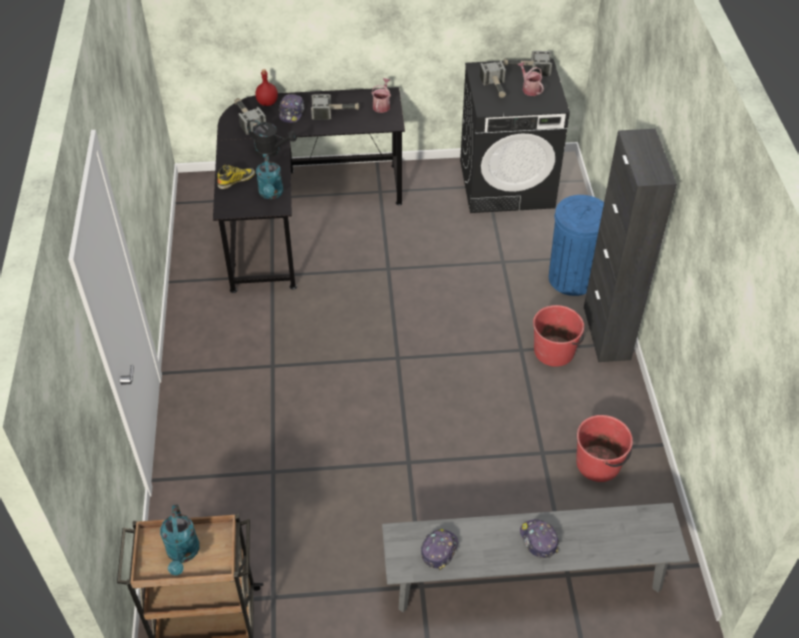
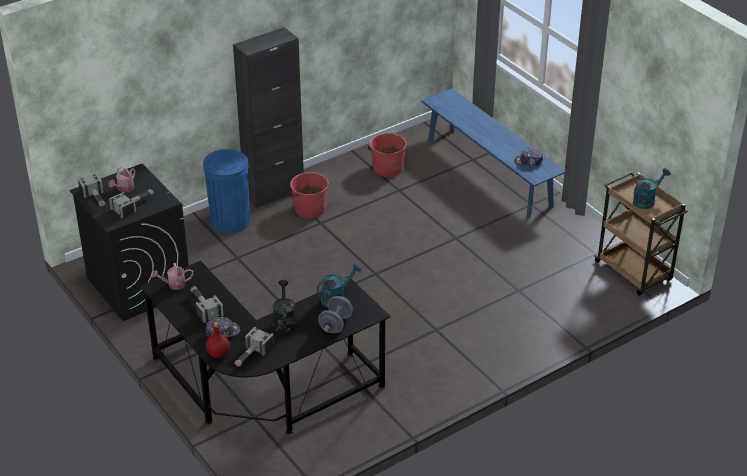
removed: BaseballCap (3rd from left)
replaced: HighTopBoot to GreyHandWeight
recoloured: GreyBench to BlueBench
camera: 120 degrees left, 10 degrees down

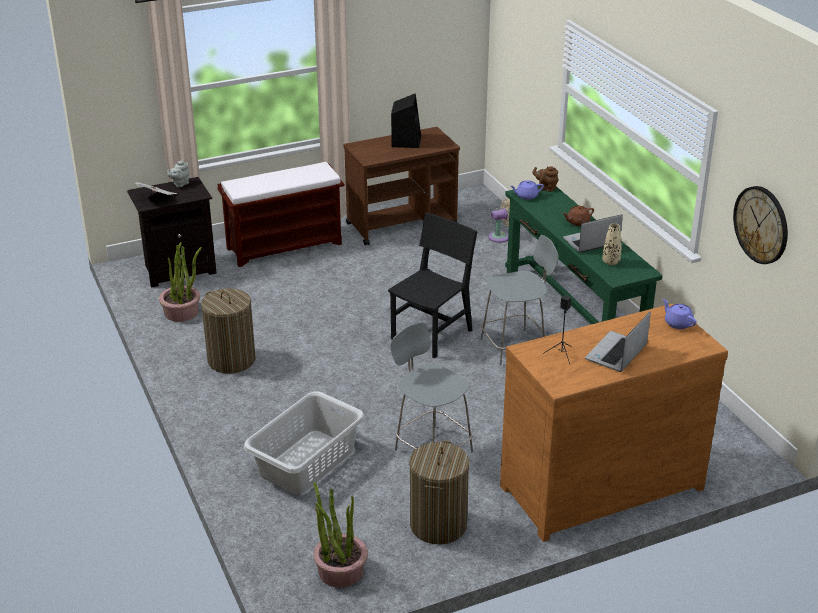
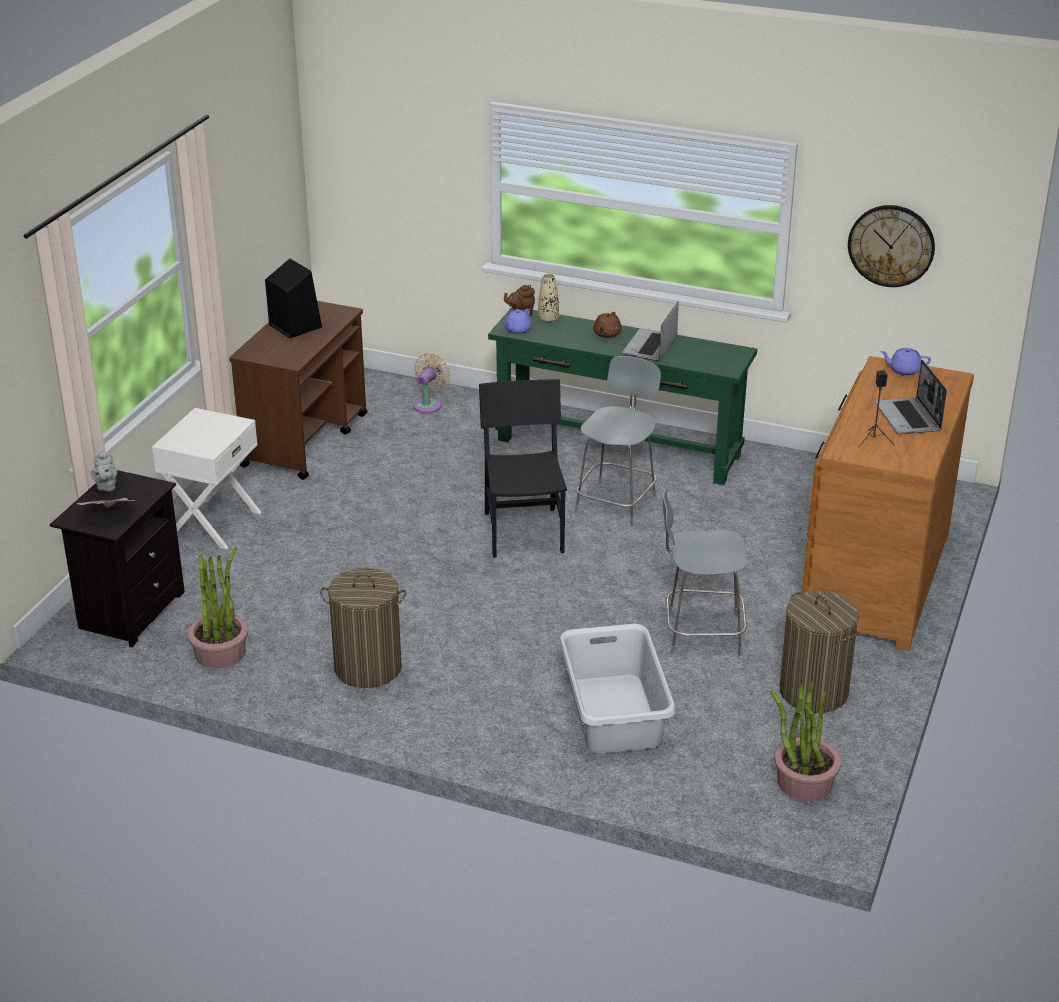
moved: BeigeColouredVase
replaced: BrownBench to WhiteNightstand
camera: 45 degrees left, 0 degrees up

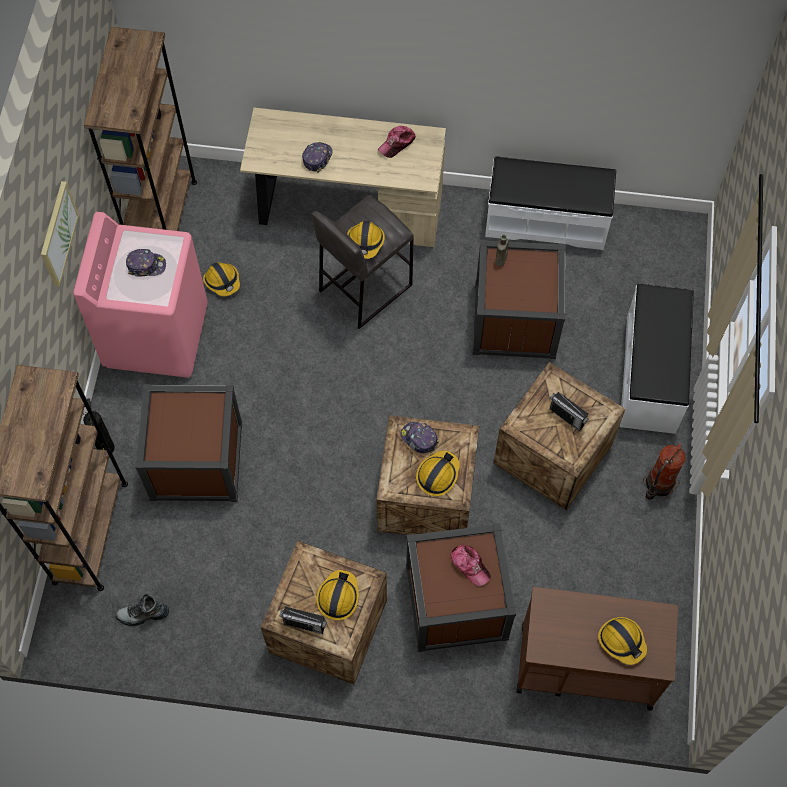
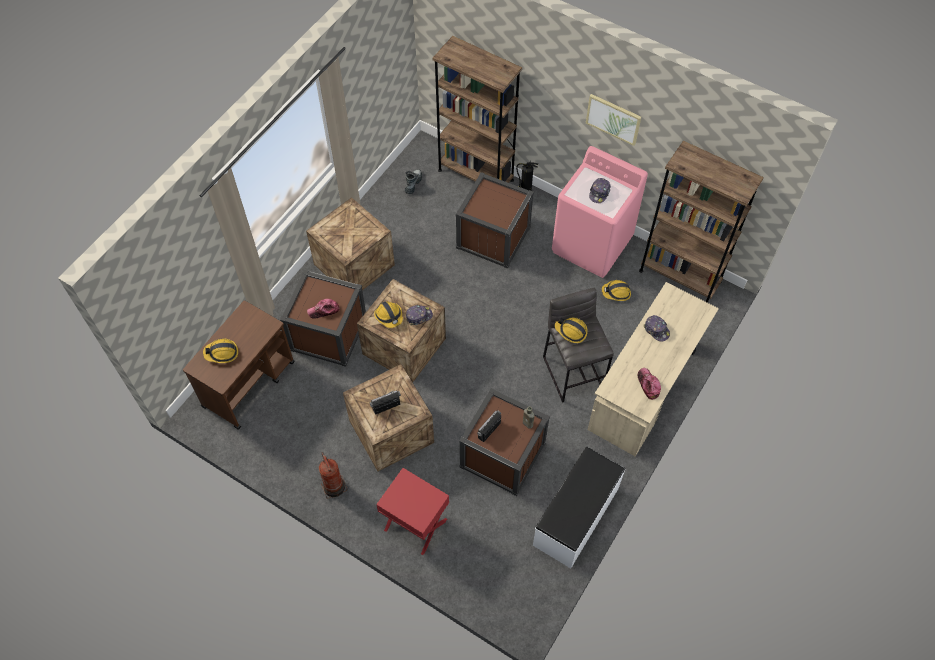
removed: SafetyHelmet (2nd from left)
moved: RadioSet (1st from left in the first image) to RadioSet (2nd from left)
replaced: WhiteBench (2nd from left) to RedNightstand
camera: 115 degrees right, 5 degrees down

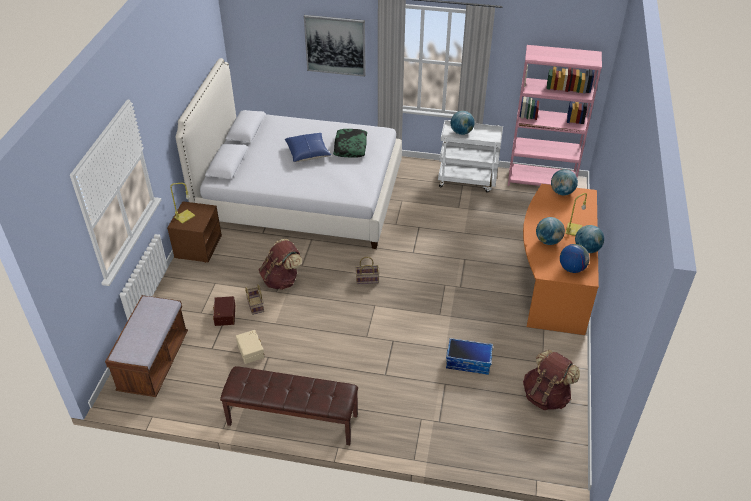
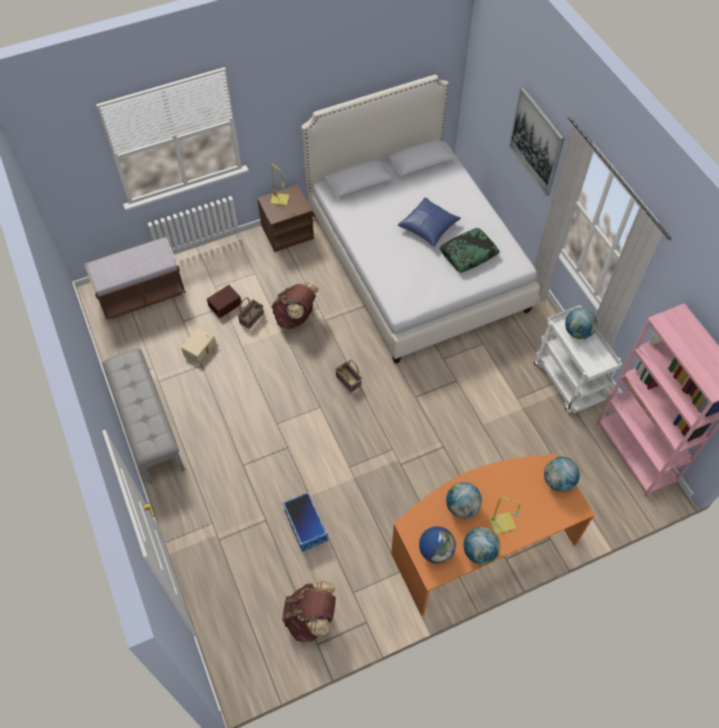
recoloured: BrownBench (2nd from left) to GreyBench
camera: 55 degrees right, 15 degrees up

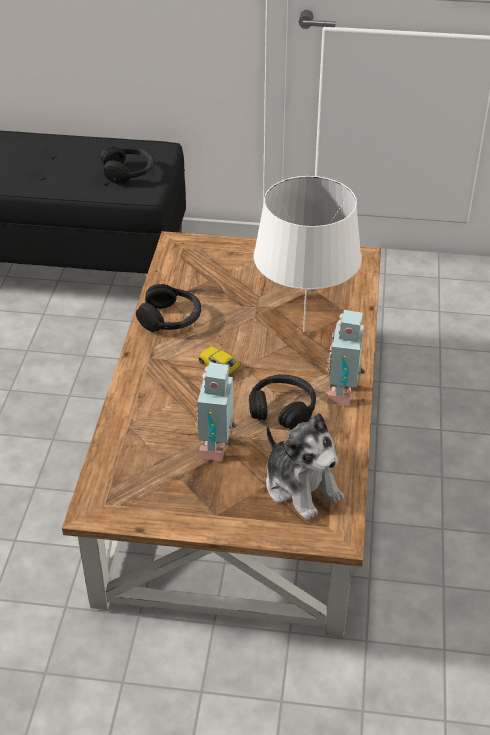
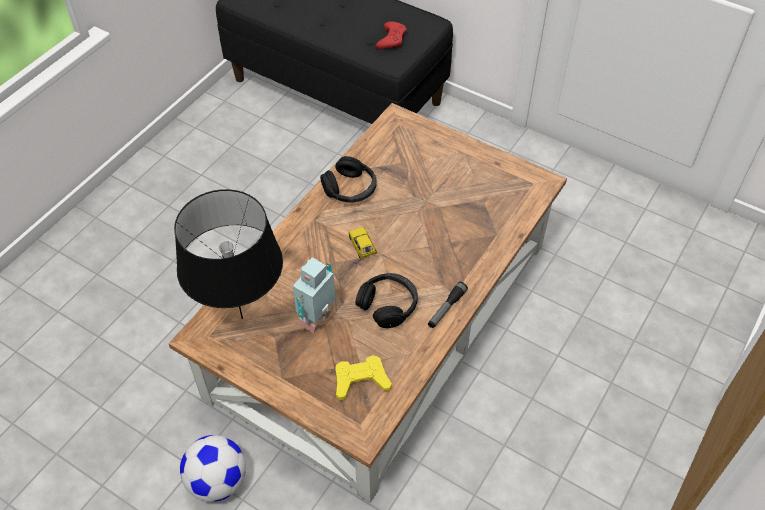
removed: WhiteLampForATable
added: BlackColouredLampForATable; FootballBall
replaced: PlushToy to YellowishGamepad; BlackColouredHeadset (1st from left) to RedGamepad; RobotFigure (2nd from left) to Flashlight
camera: 25 degrees right, 10 degrees up

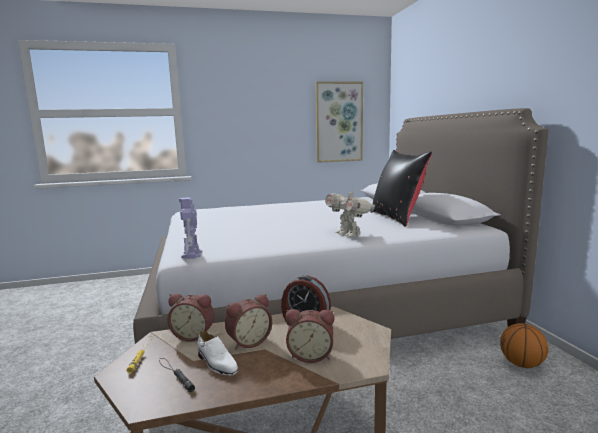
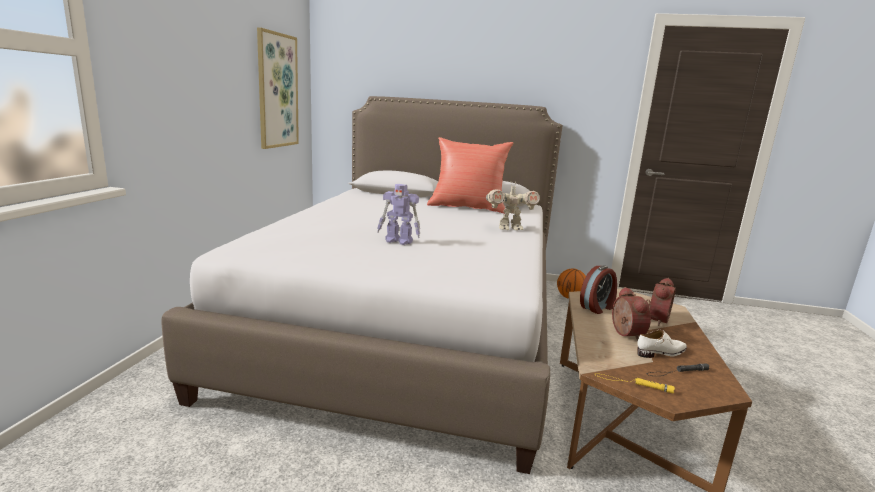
removed: BedsideClock (1st from left)
moved: RobotFigure (1st from left)
recoloured: BlackColouredPillow to RedPillow
camera: 65 degrees left, 5 degrees up

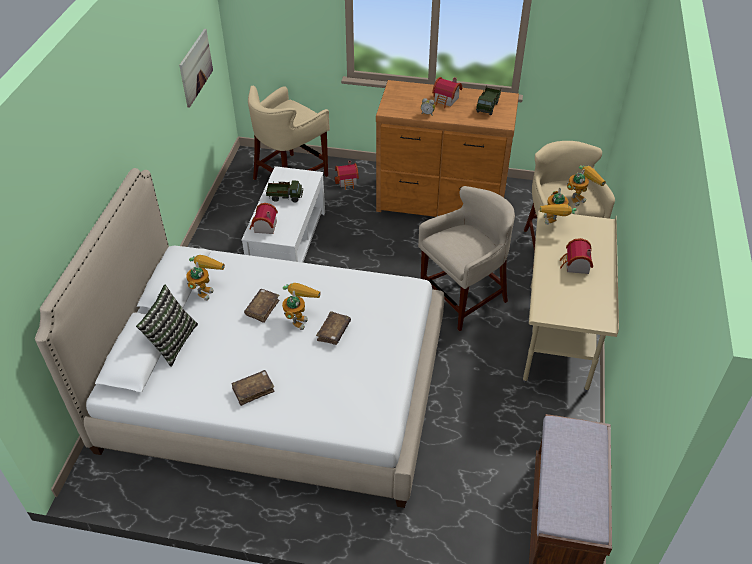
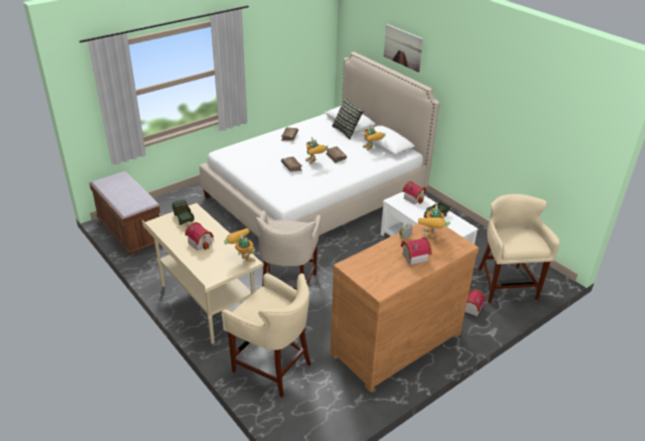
moved: ToyTruck (2nd from left in the first image) to ToyTruck (1st from left); WallArt; RobotFigure (4th from left)
camera: 130 degrees right, 10 degrees down

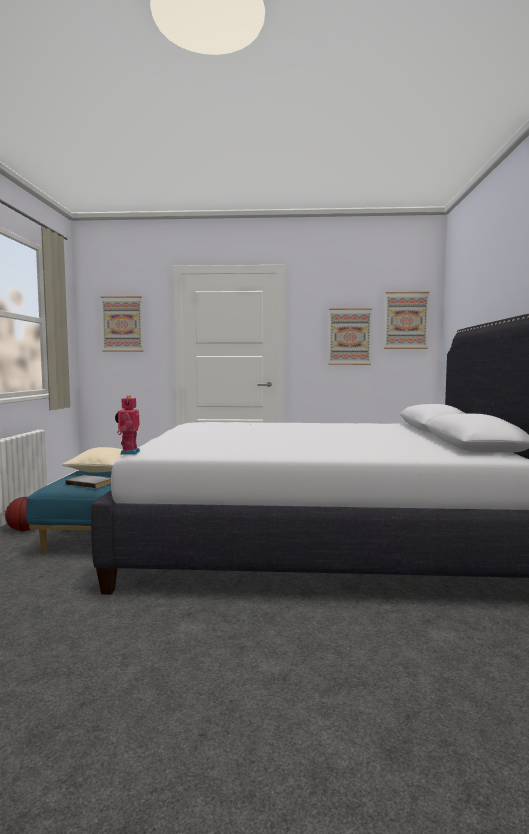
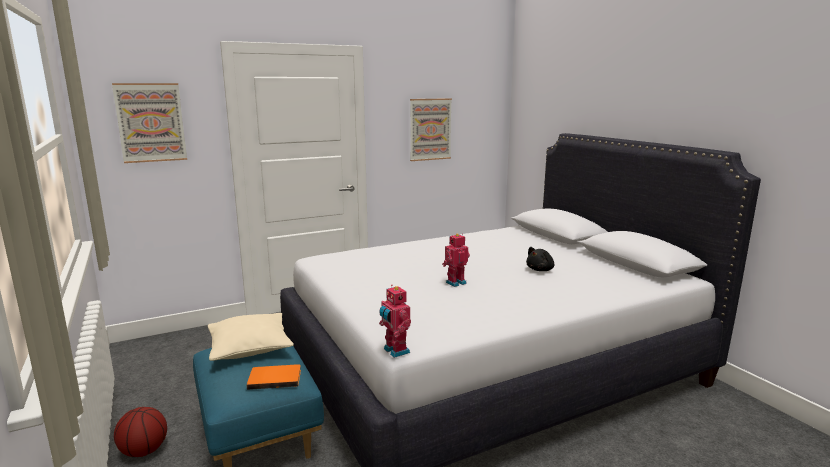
removed: WallArt (3rd from left)
added: RobotFigure (2nd from left); BlackColouredPlushToy
recoloured: GreyBoundBook to OrangeColouredBoundBook
camera: 30 degrees left, 10 degrees up

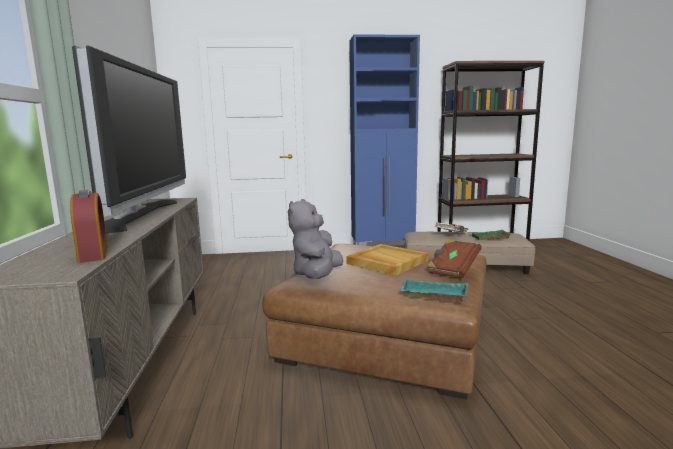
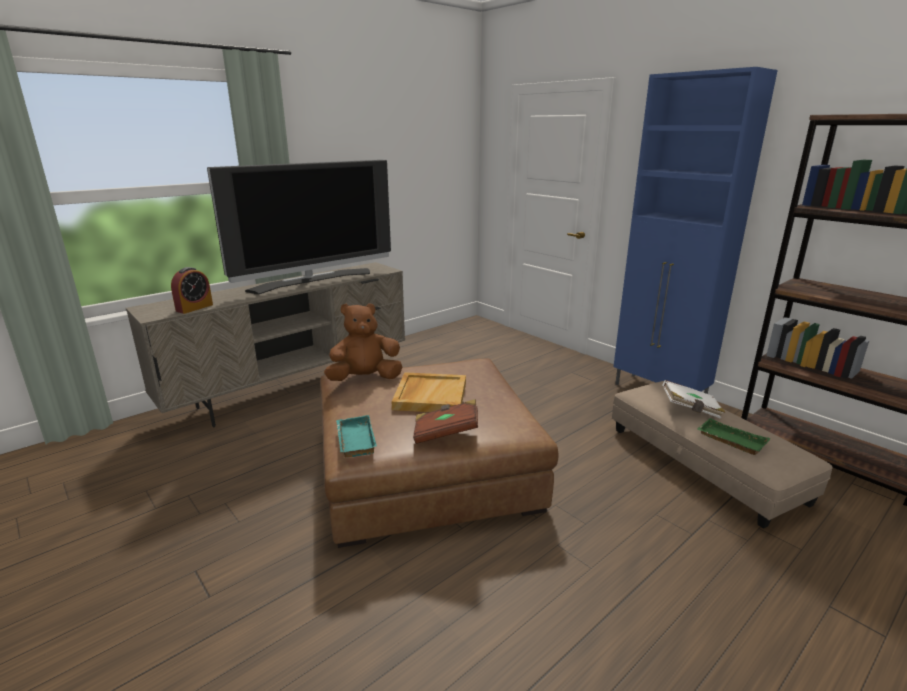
recoloured: GreyPlushToy to BrownPlushToy
camera: 55 degrees right, 10 degrees up

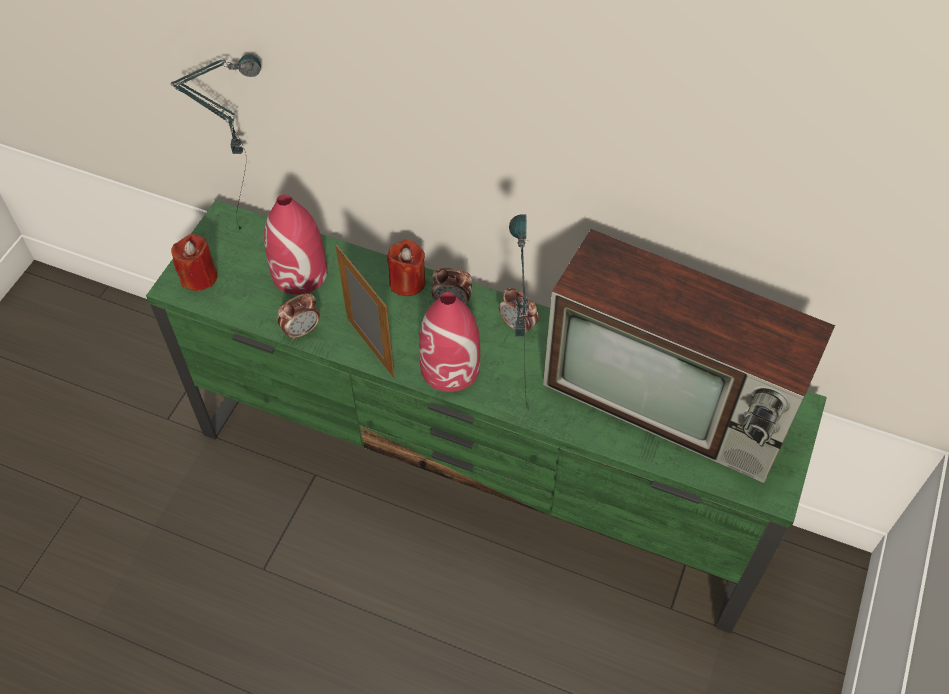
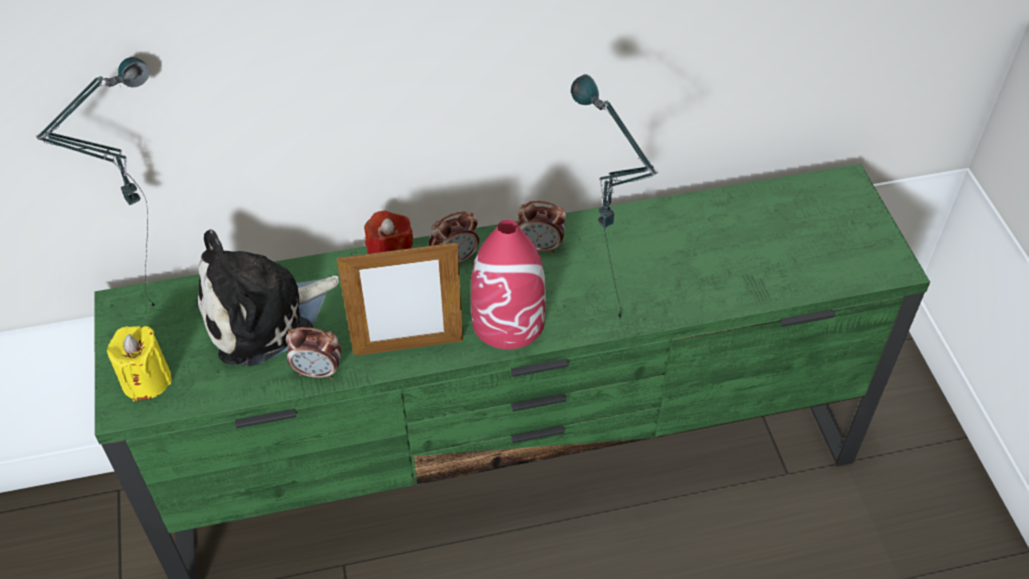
removed: Television
replaced: RedVase (1st from left) to PlushToy
recoloured: RedCandle (1st from left) to YellowishCandle
turned: BedsideClock (1st from left) 75 degrees clockwise; PhotoFrame 150 degrees clockwise
camera: 35 degrees left, 5 degrees down

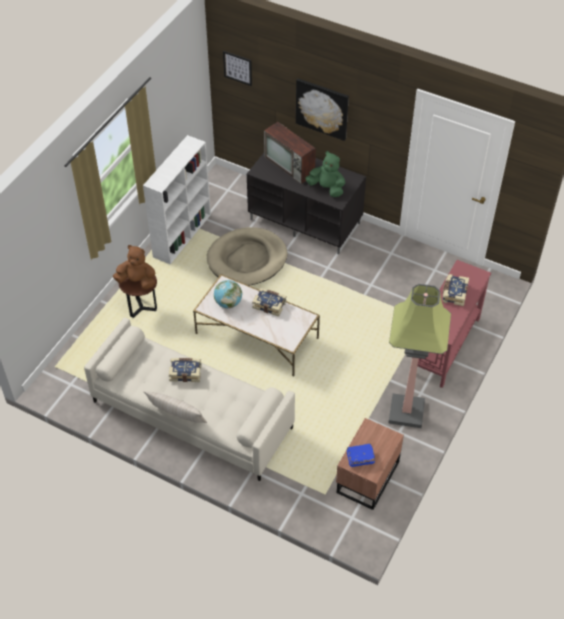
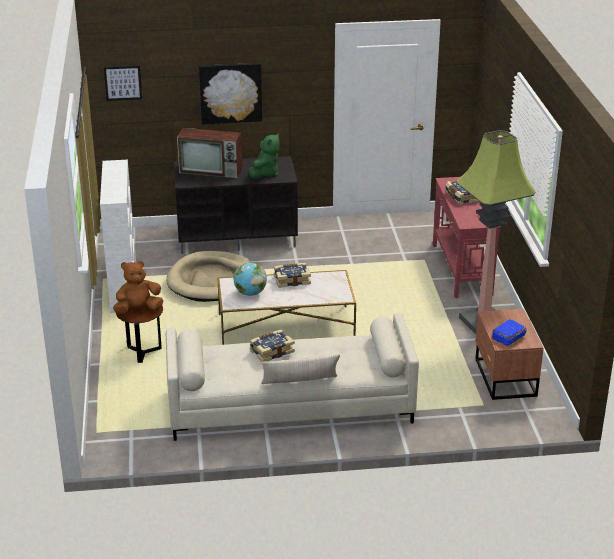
turned: GreenColouredPlushToy 120 degrees clockwise
camera: 35 degrees left, 20 degrees down

